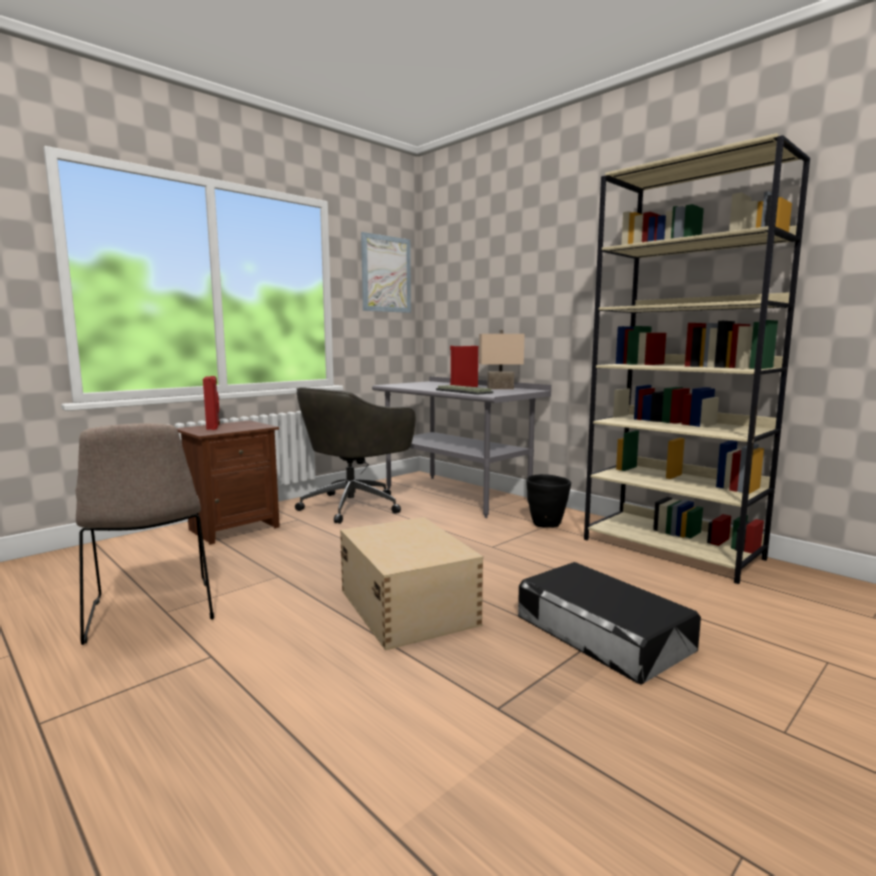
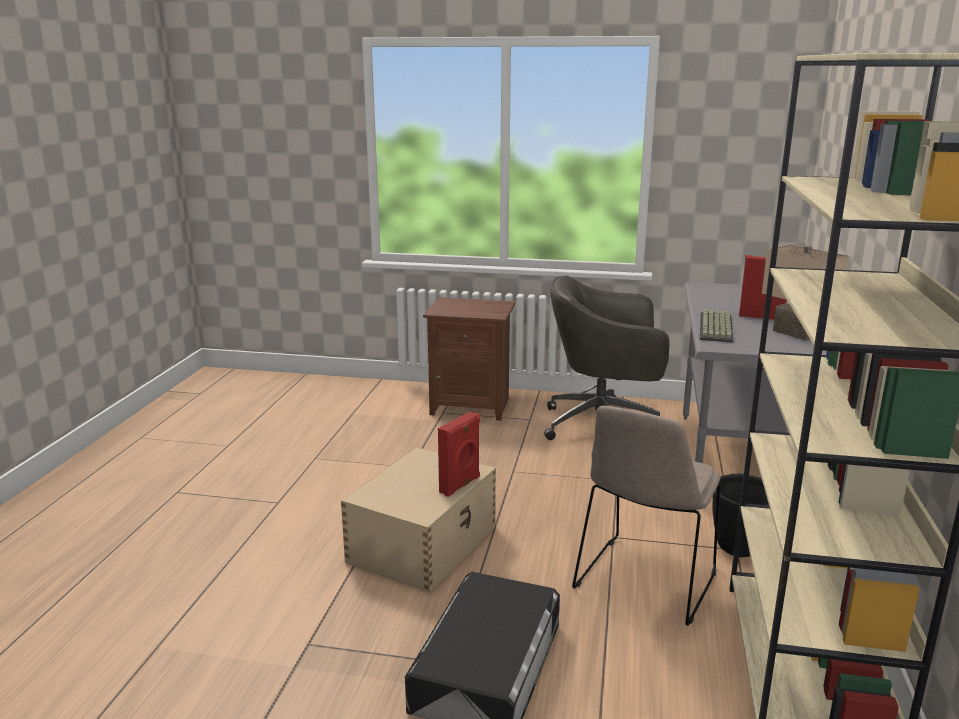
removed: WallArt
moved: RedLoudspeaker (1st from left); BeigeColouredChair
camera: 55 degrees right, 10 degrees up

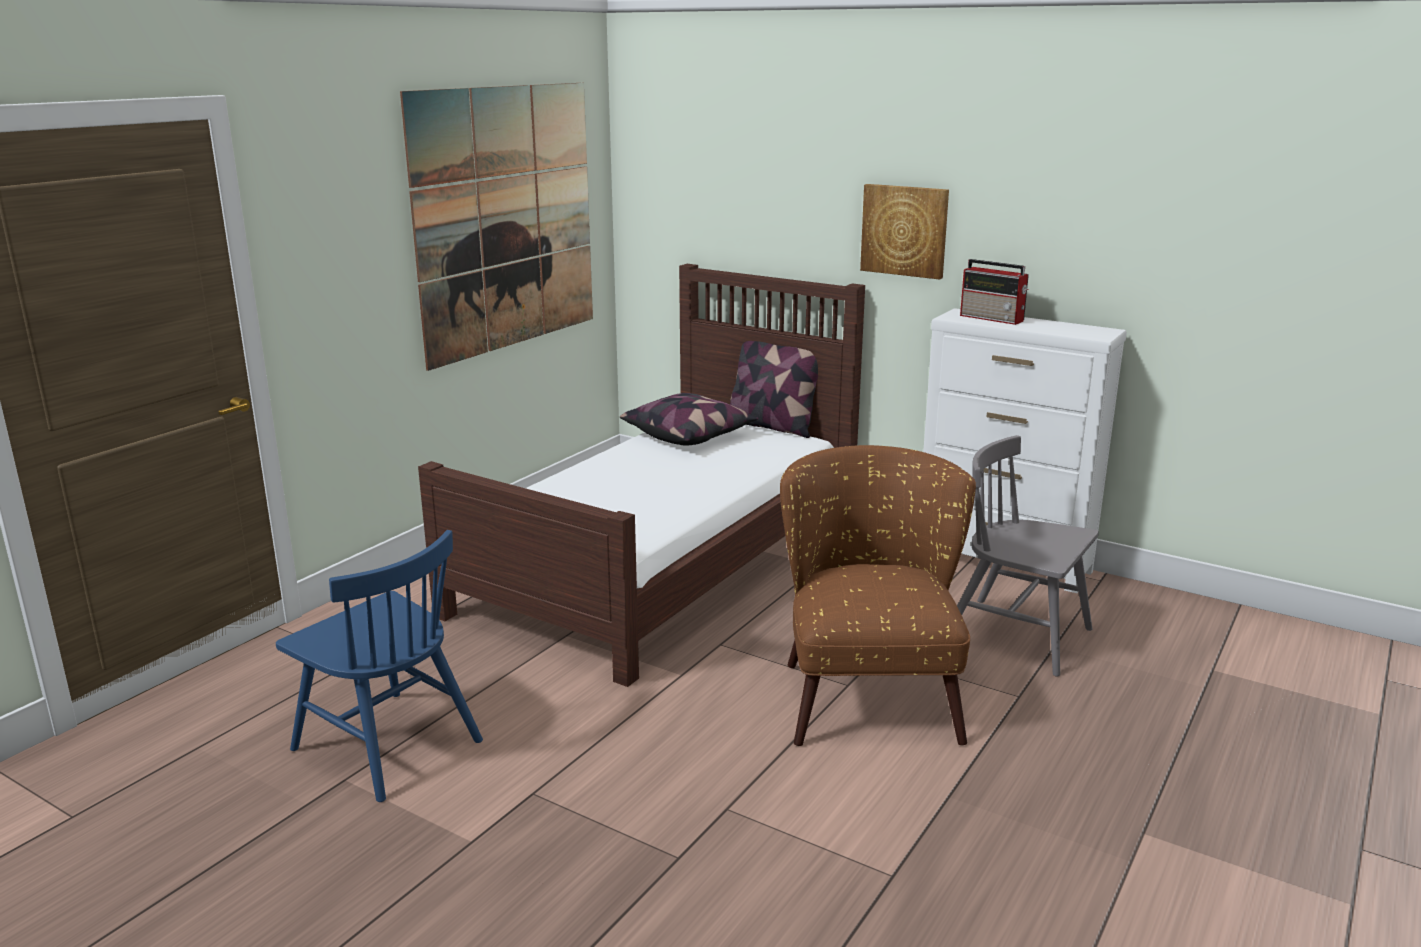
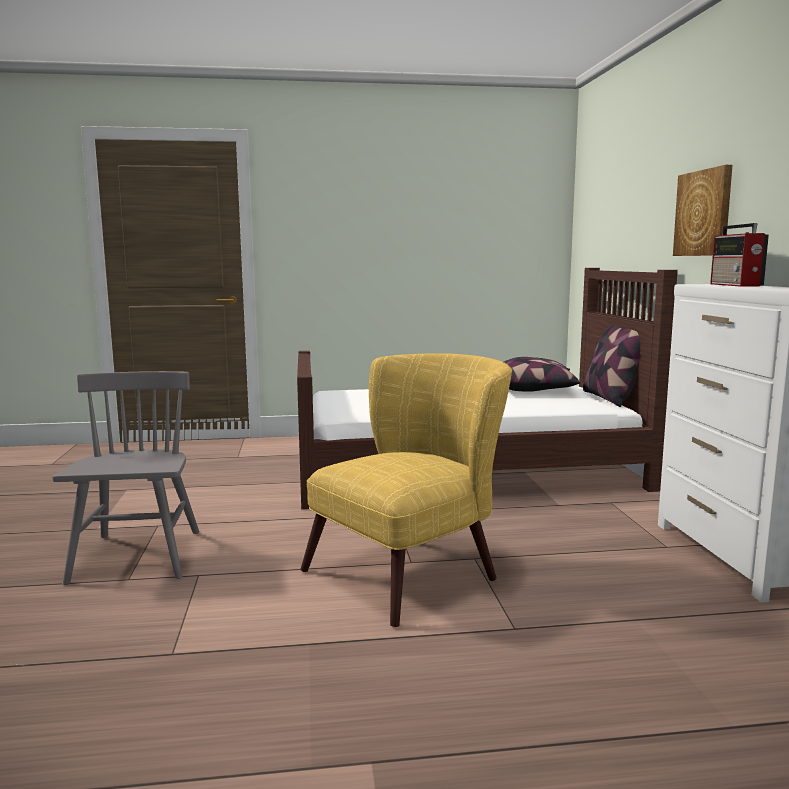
removed: BlueChair; WallArt (1st from left)
moved: GreyChair
recoloured: BrownArmchair to YellowishArmchair
camera: 50 degrees right, 10 degrees down

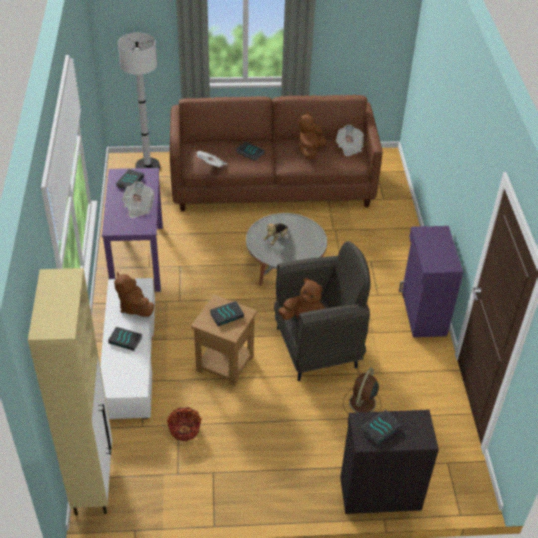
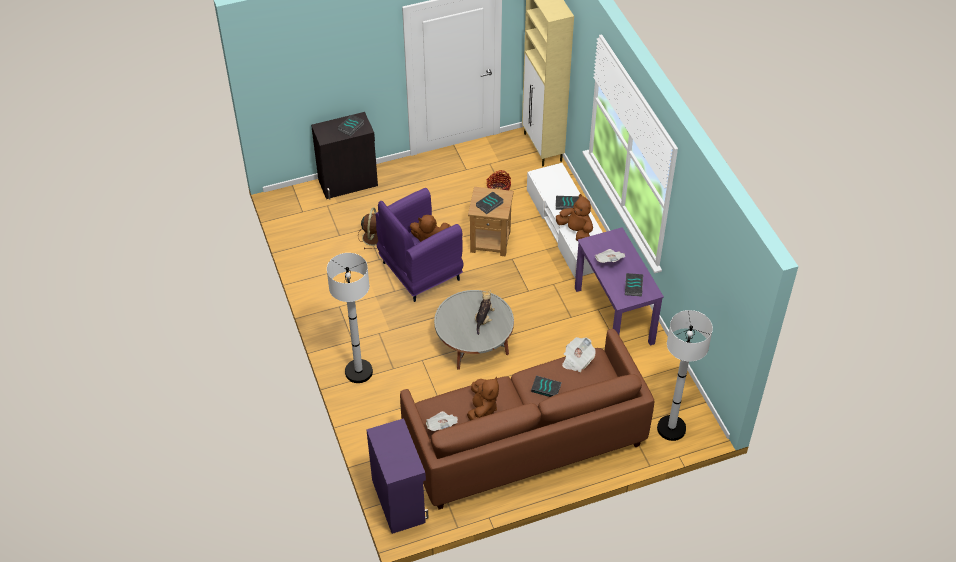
added: WhiteStandardLamp (1st from left)
moved: PurplishCabinet
recoloured: GreyArmchair to PurplishArmchair
camera: 165 degrees right, 5 degrees up

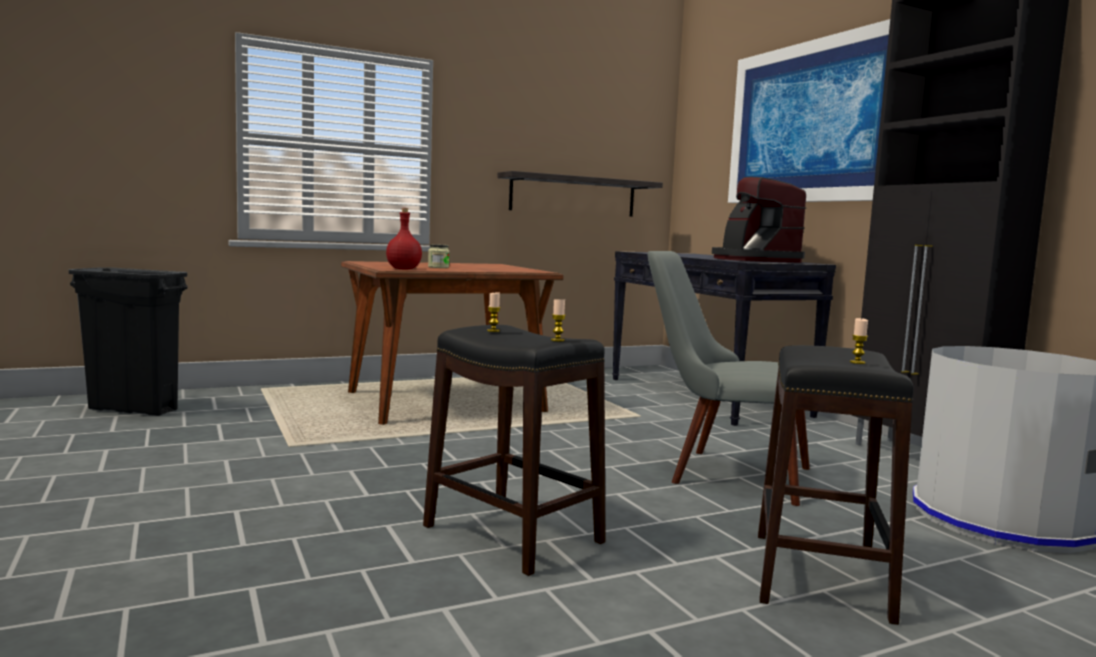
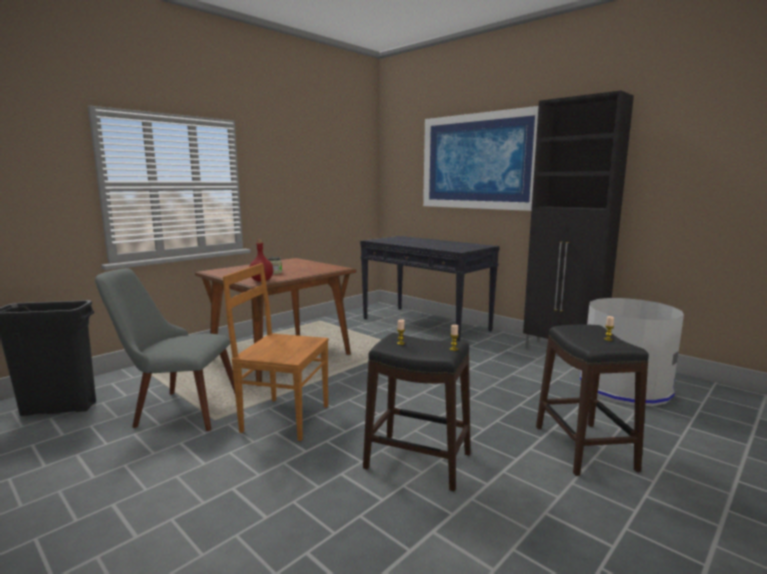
removed: WallShelf; CoffeeBrewer
added: BrownChair
moved: GreyChair
camera: 20 degrees left, 5 degrees up

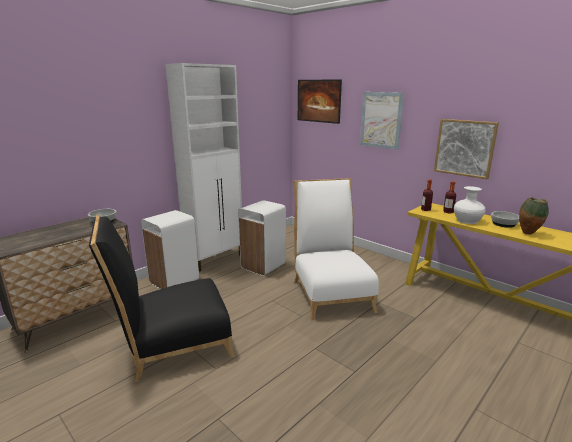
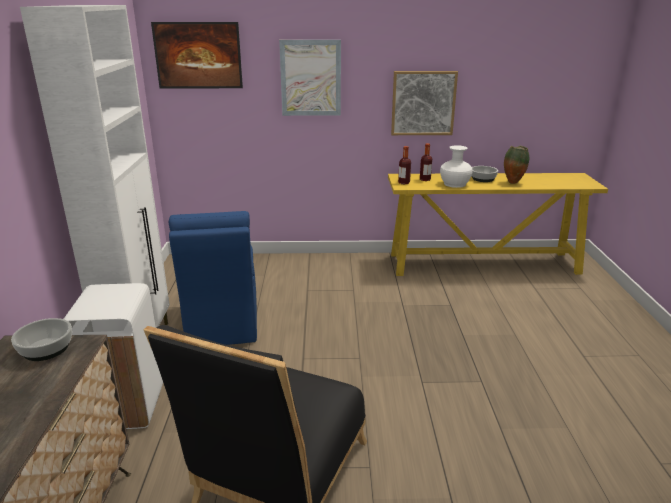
removed: WhiteChair
replaced: WhiteTrashCan (2nd from left) to BlueChair
camera: 45 degrees left, 5 degrees up

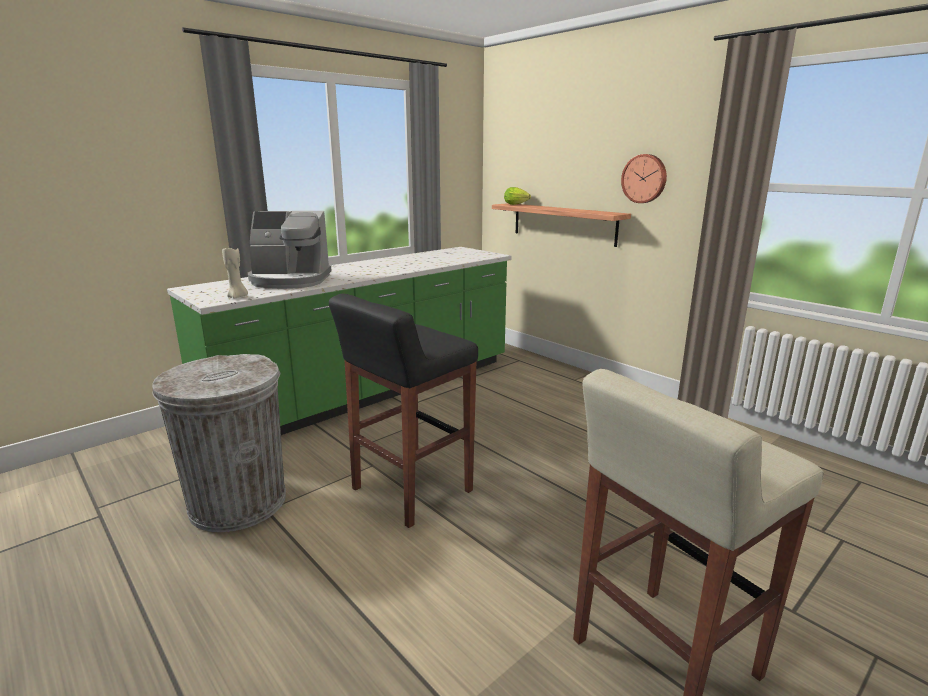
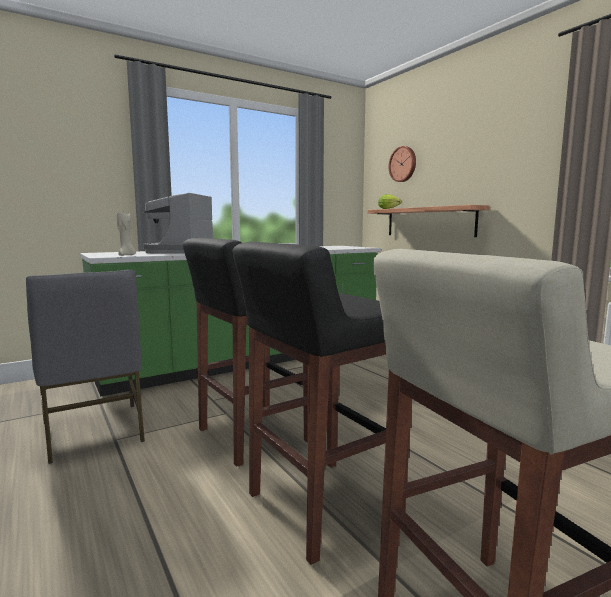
added: BlackColouredStool (2nd from left)
moved: ClockOnTheWall
replaced: GreyTrashCan to GreyChair
turned: CoffeeBrewer 90 degrees clockwise
camera: 10 degrees right, 10 degrees down

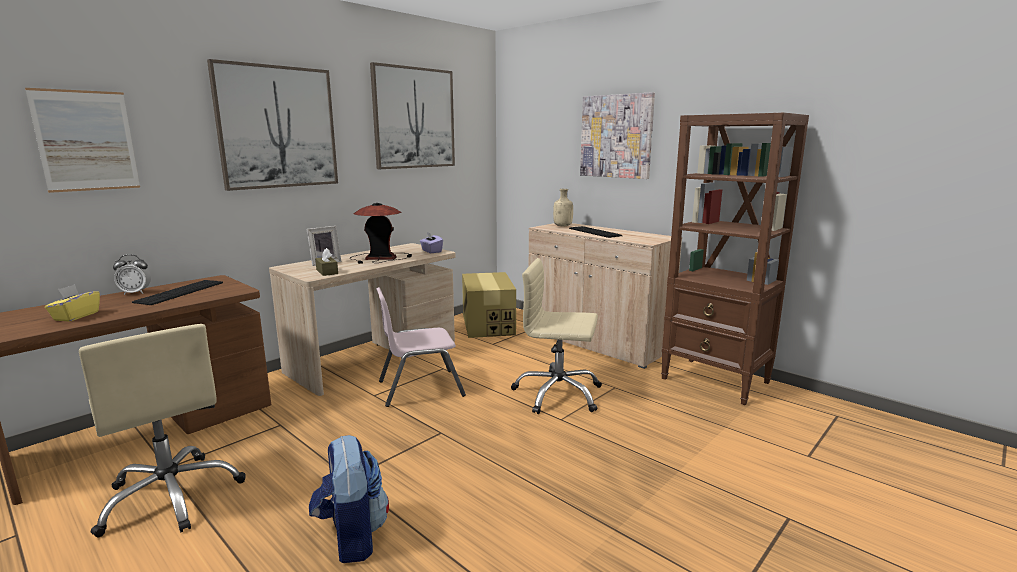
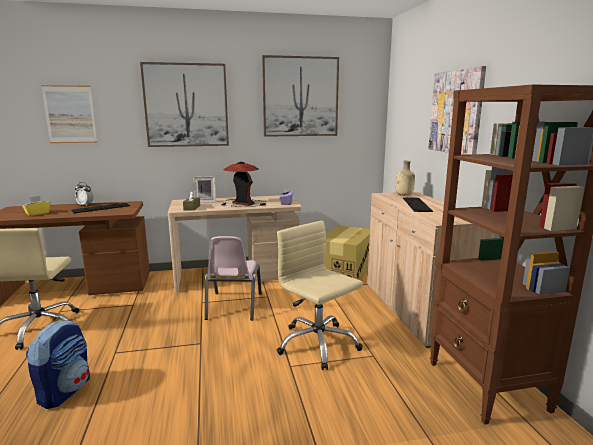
turned: PinkChair 105 degrees counterclockwise
camera: 35 degrees right, 0 degrees up

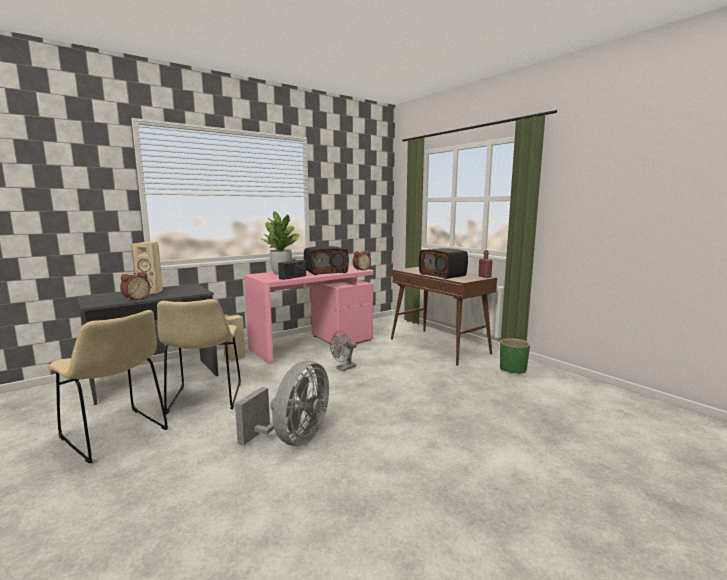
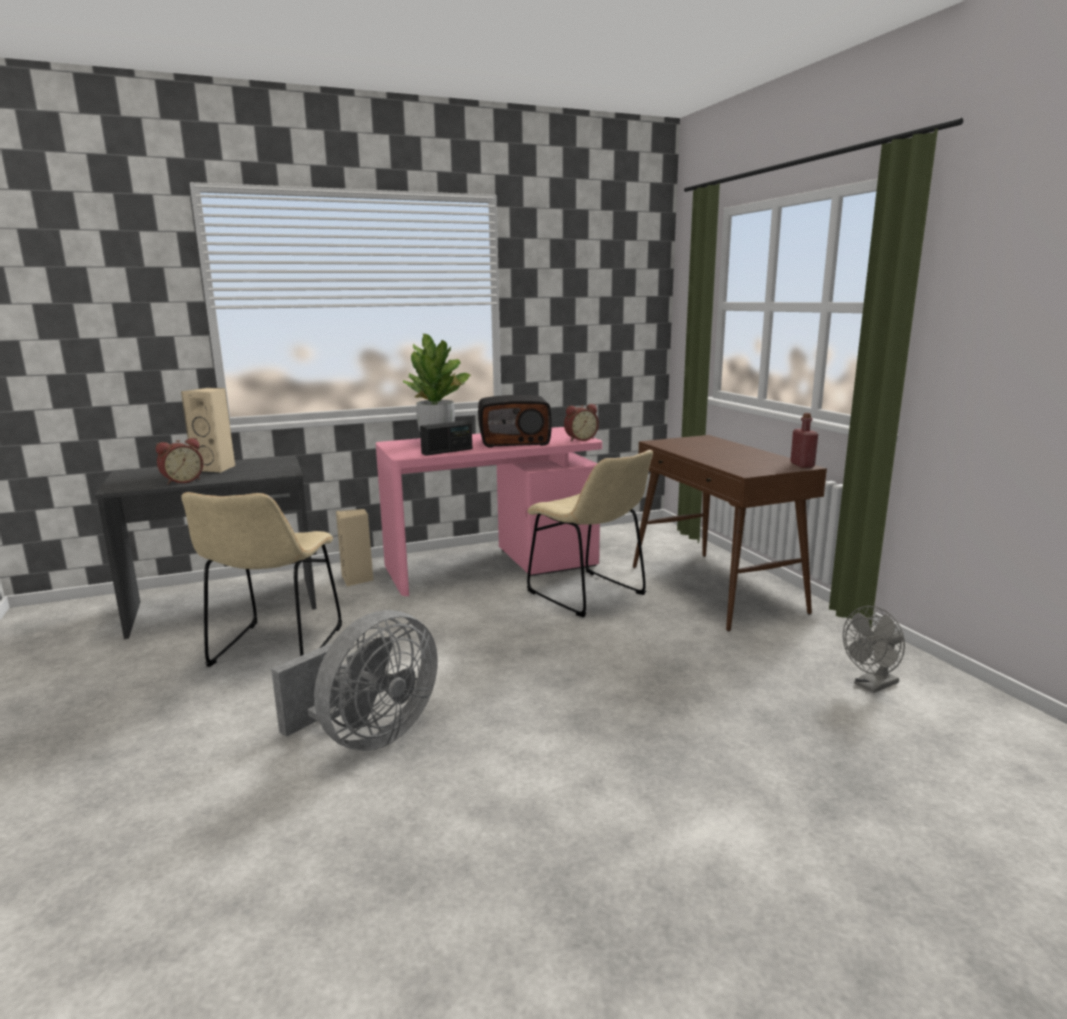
removed: RadioSet (3rd from left); GreenColouredFlowerPot
moved: BeigeColouredChair (1st from left in the first image) to BeigeColouredChair (2nd from left); GreyCoolingFan (2nd from left)
camera: 15 degrees right, 5 degrees up

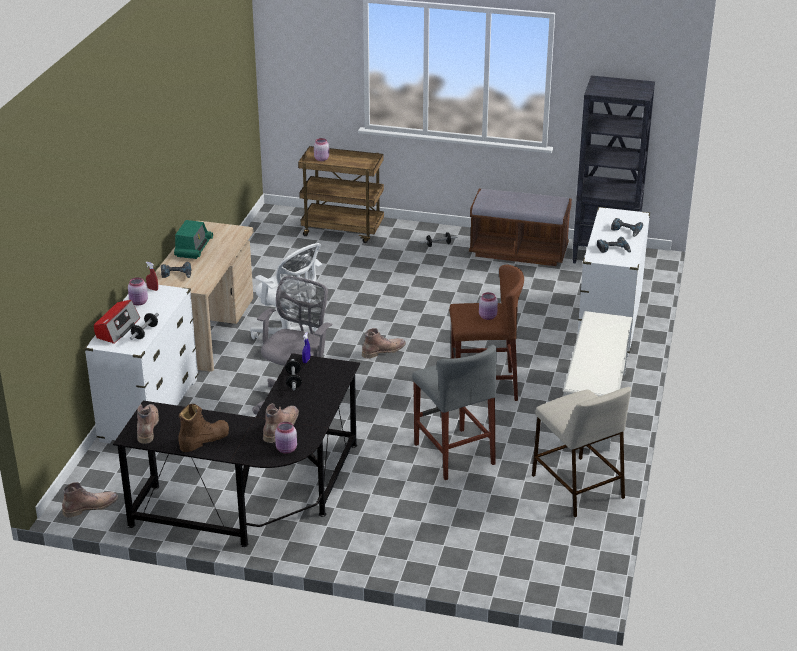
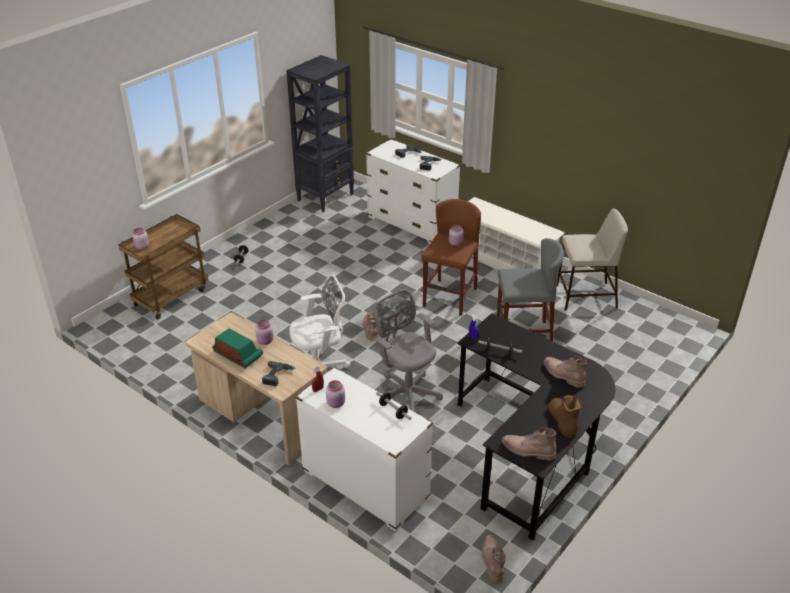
removed: RadioSet (1st from left); BrownBench
moved: PinkStorageJar (2nd from left)
camera: 65 degrees left, 5 degrees up

